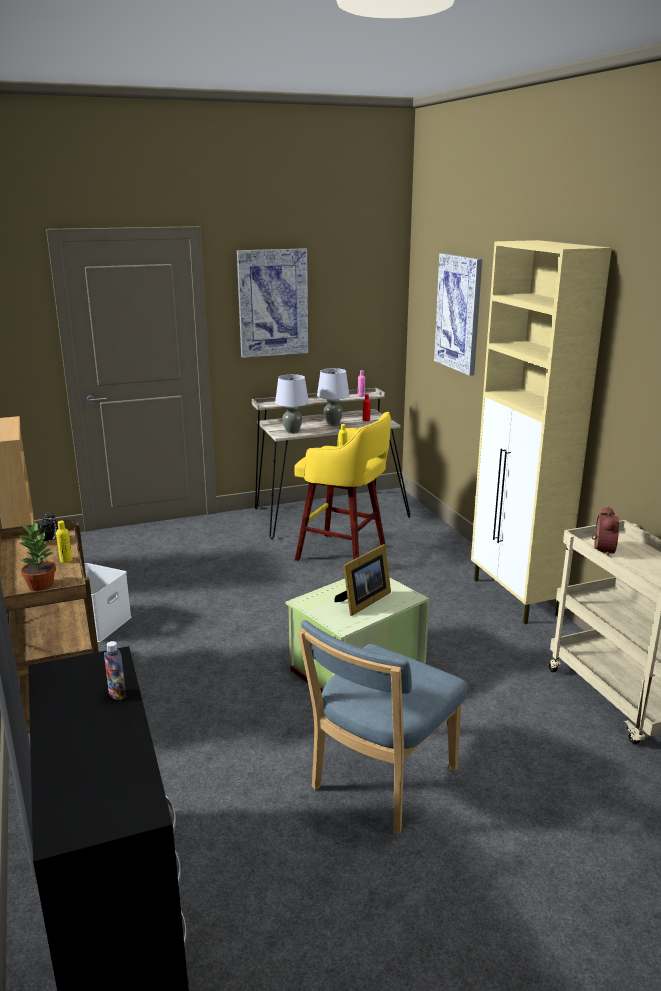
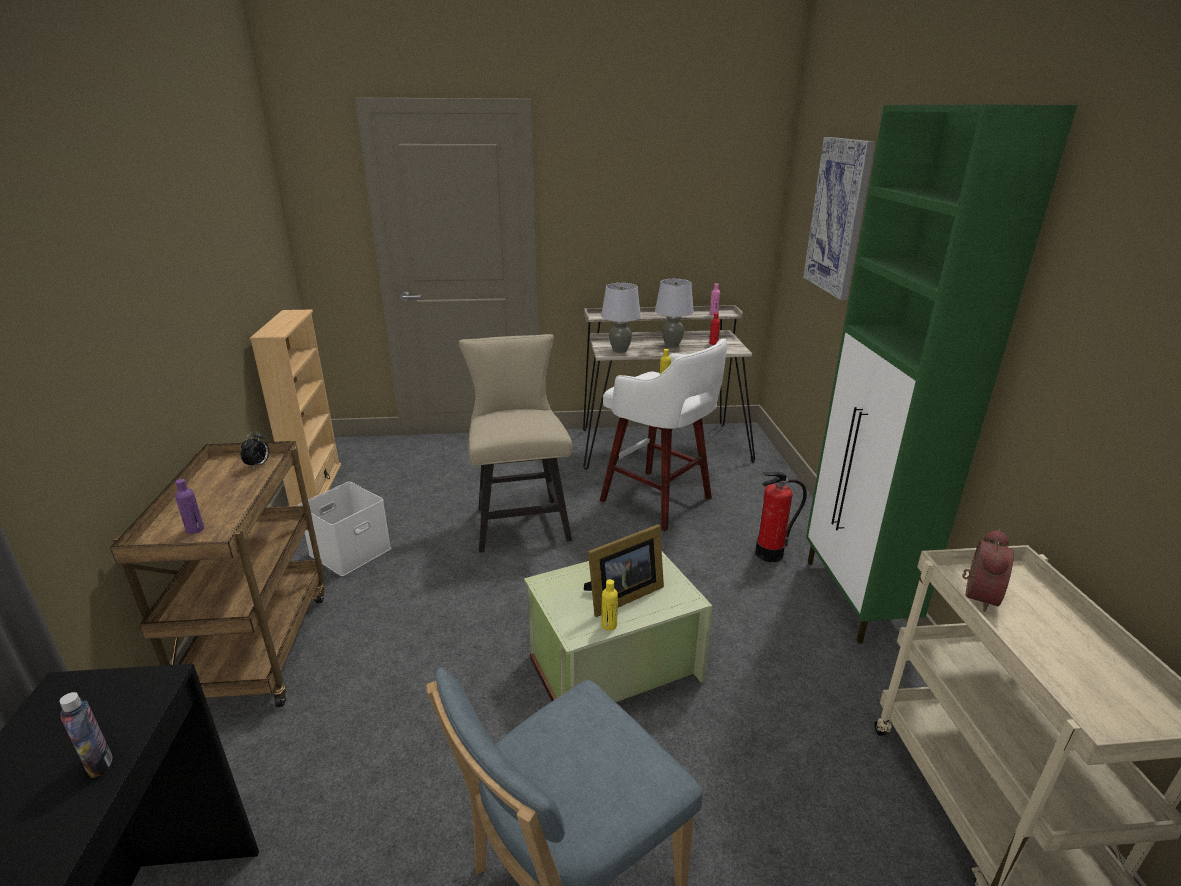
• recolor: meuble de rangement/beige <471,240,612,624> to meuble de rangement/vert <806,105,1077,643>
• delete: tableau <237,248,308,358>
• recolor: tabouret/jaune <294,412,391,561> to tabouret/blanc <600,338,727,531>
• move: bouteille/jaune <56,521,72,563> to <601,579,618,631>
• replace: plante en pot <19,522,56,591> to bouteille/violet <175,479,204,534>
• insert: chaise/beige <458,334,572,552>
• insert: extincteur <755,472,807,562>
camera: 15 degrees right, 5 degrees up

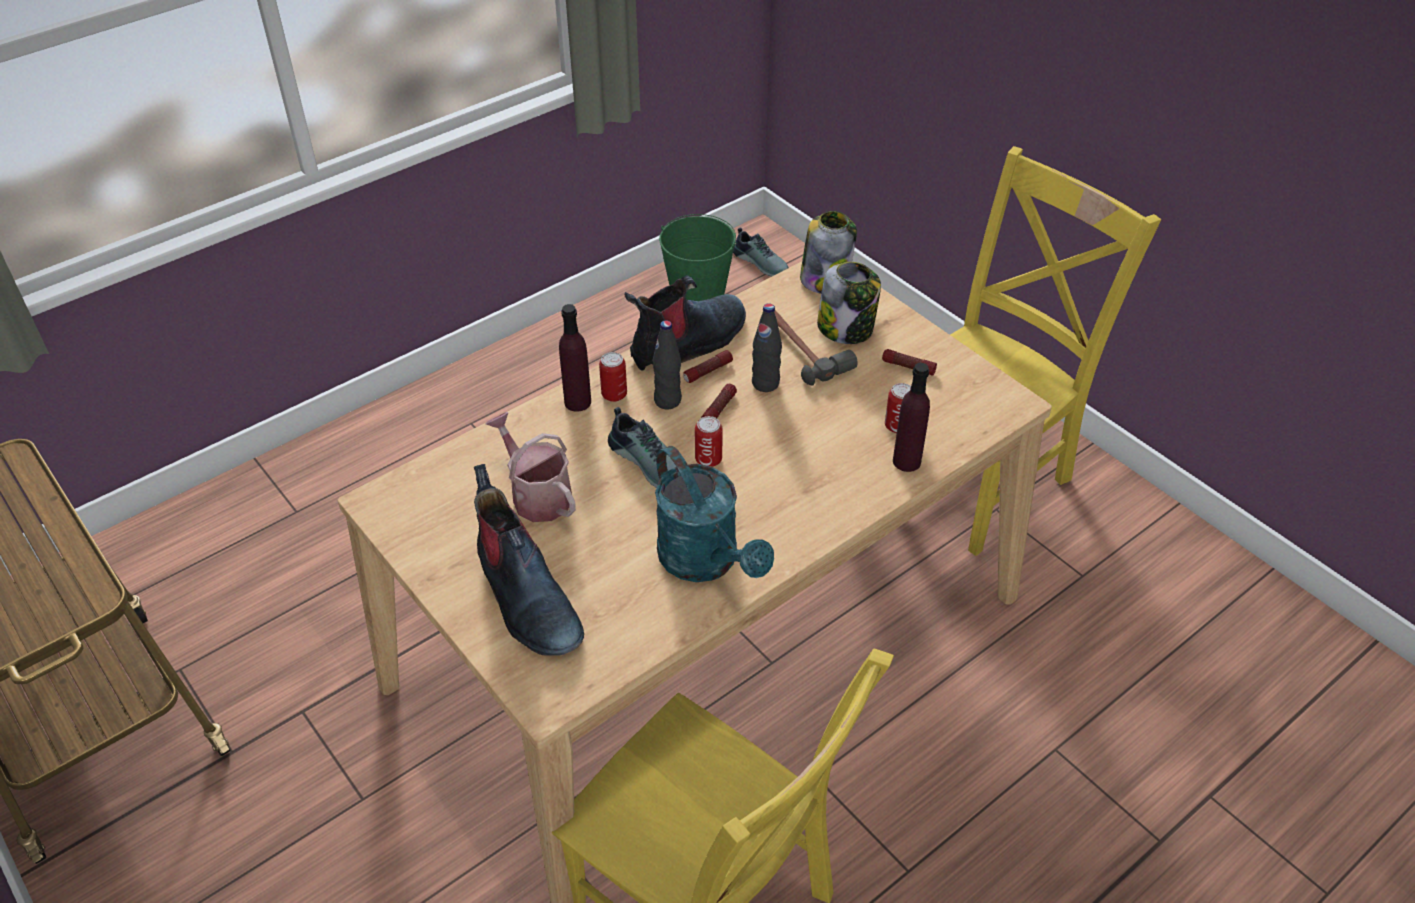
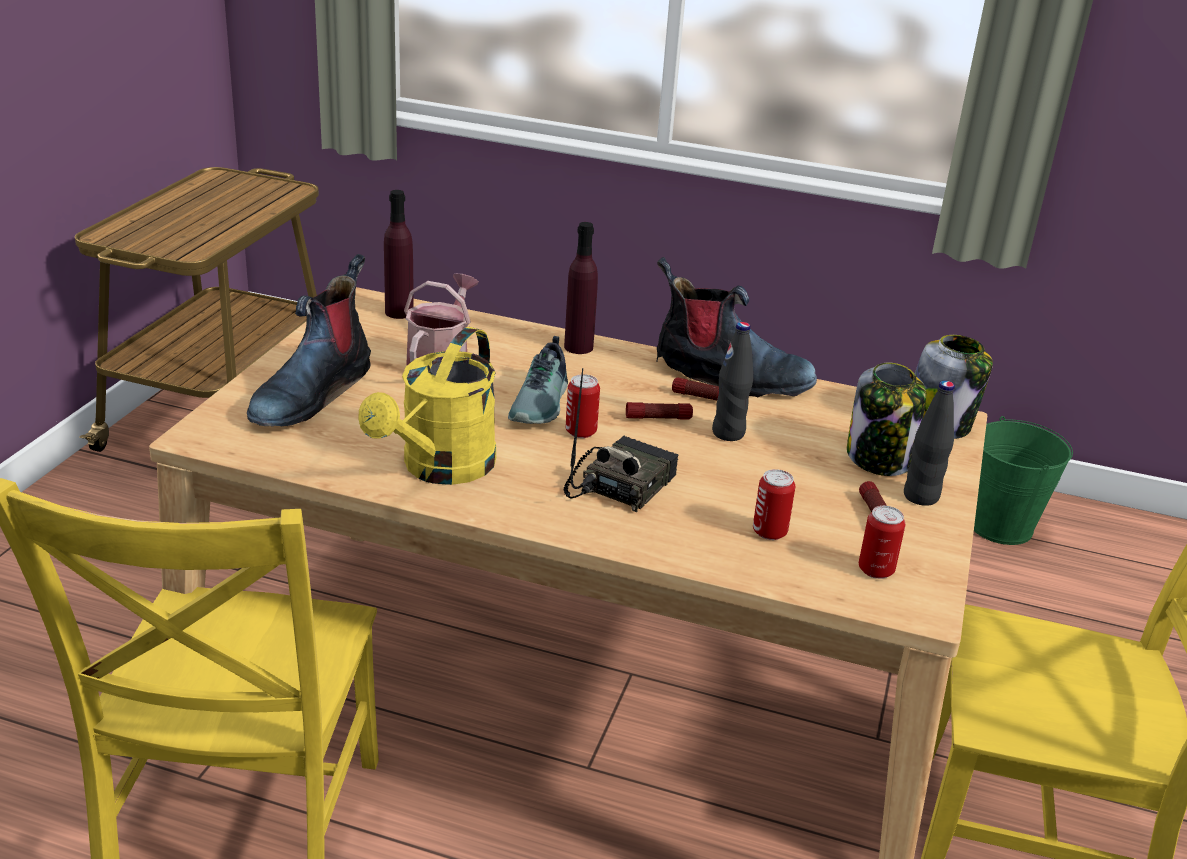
• delete: chaussure <733,227,789,277>
• delete: marteau <774,310,858,385>
• move: bouteille/noir <653,320,682,409> to <904,381,955,506>
• move: boîte métallique <599,352,627,402> to <859,506,906,579>
• move: bouteille/violet <893,363,930,472> to <384,190,414,319>
• recolor: arrosoir/turquoise <655,446,774,582> to arrosoir/jaune <358,327,496,485>
• insert: radio <563,368,678,512>
camera: 55 degrees right, 15 degrees down

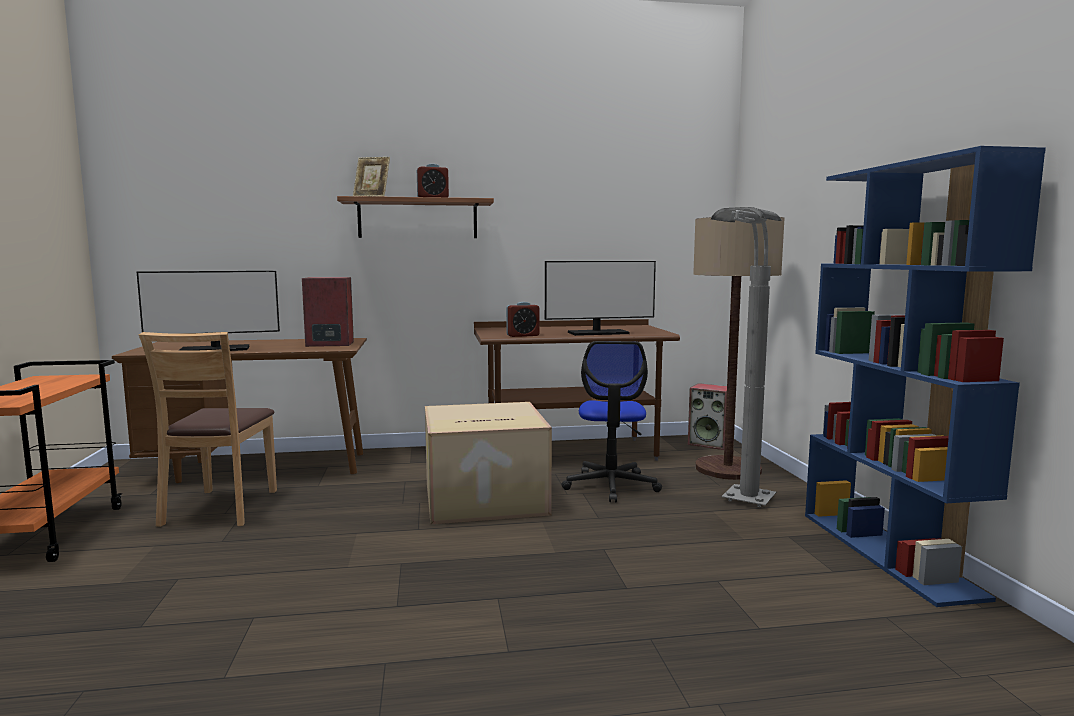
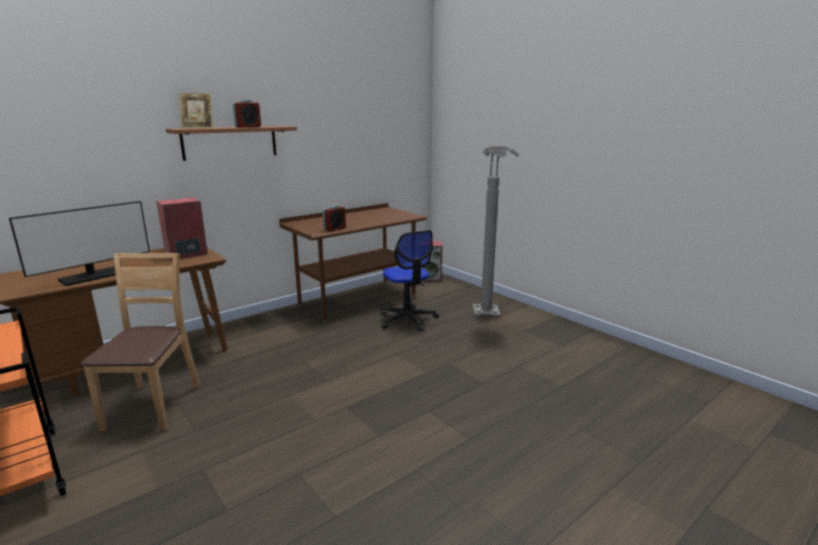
• delete: bibliothèque/bleu <805,146,1046,607>
• delete: lampadaire <693,217,784,480>
• delete: écran d'ordinateur <545,261,656,336>
• rotate: chaise/marron <139,332,277,527> = <80,253,201,431> 150 degrees counterclockwise
• delete: carton <425,402,552,524>
camera: 30 degrees left, 10 degrees up

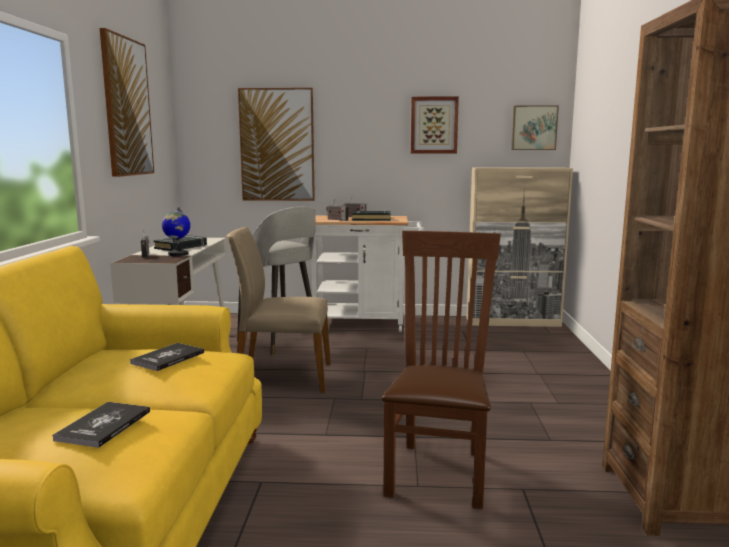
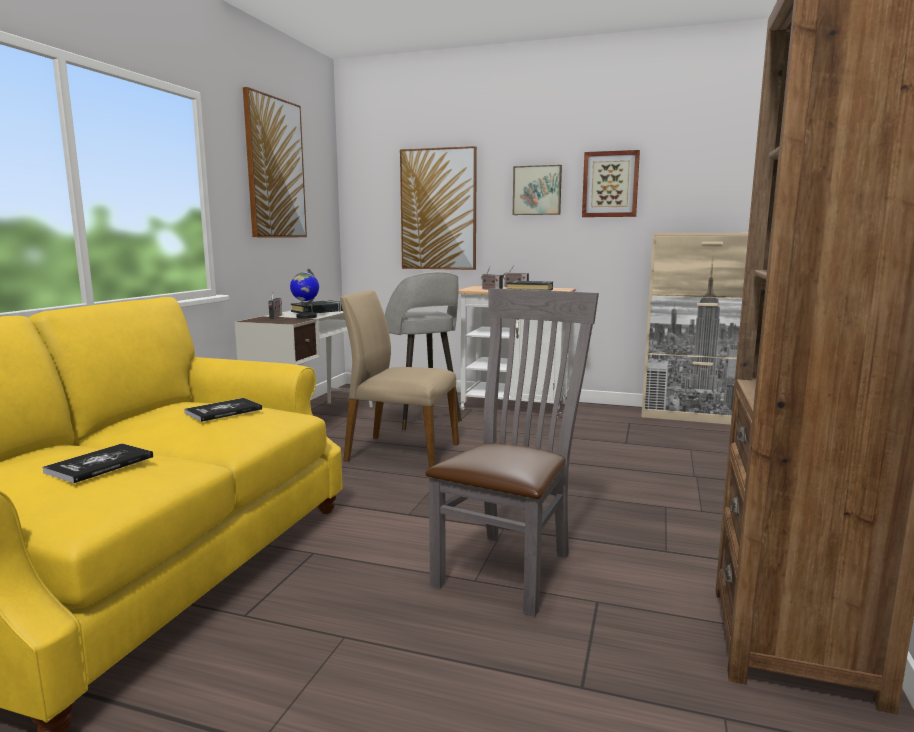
• move: tableau <511,105,559,150> to <513,165,562,215>
• recolor: chaise/marron <382,231,501,509> to chaise/gris <425,288,599,617>
camera: 15 degrees right, 0 degrees up

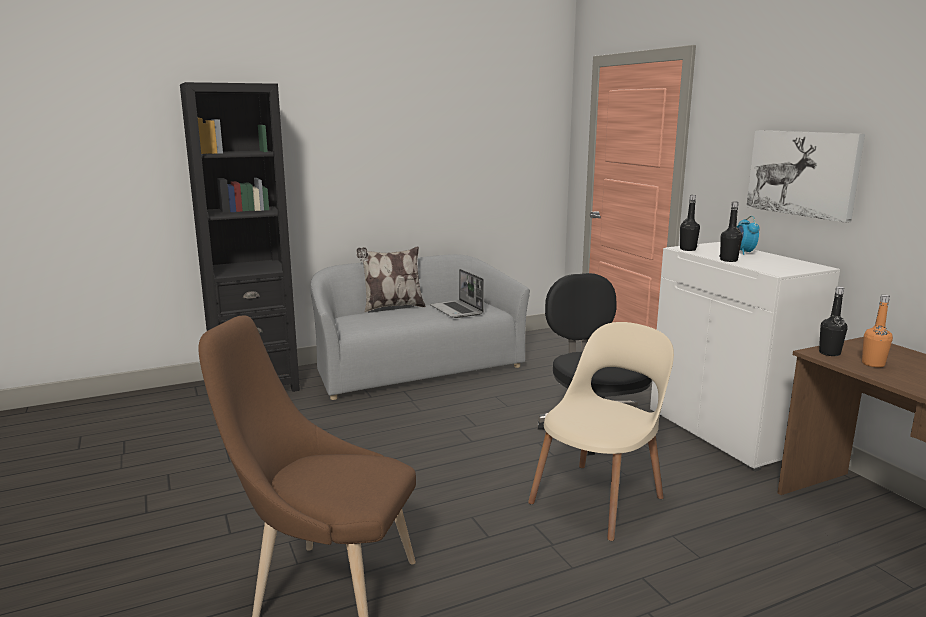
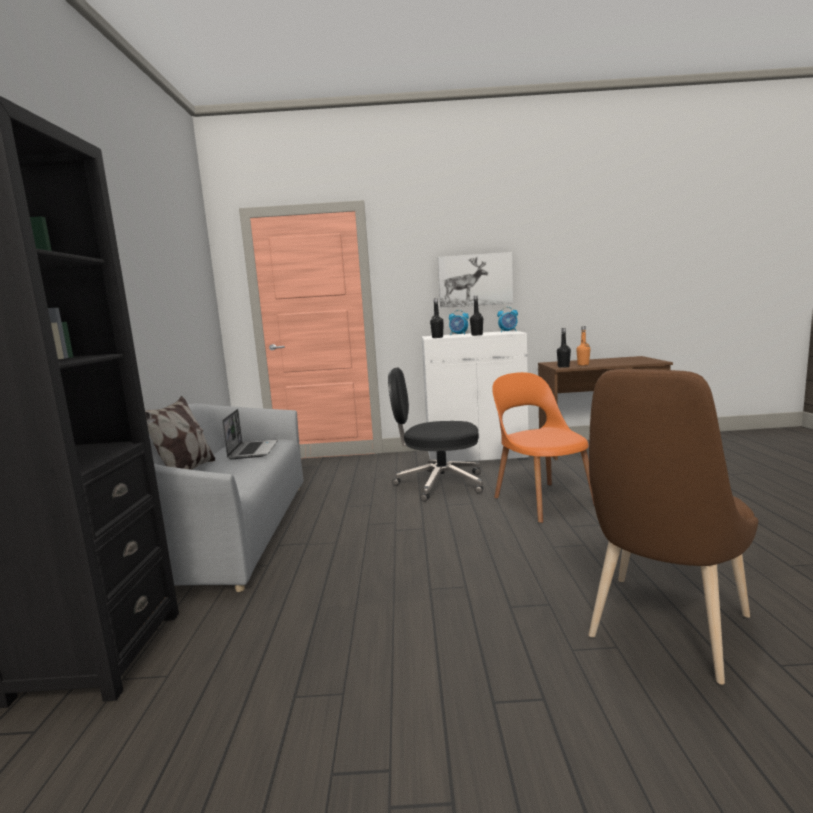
• rotate: ordinateur portable <430,269,484,318> = <222,409,278,459> 90 degrees counterclockwise
• recolor: chaise/beige <528,322,674,541> to chaise/orange <492,372,595,523>
• insert: réveil <497,307,518,332>
camera: 65 degrees left, 5 degrees down

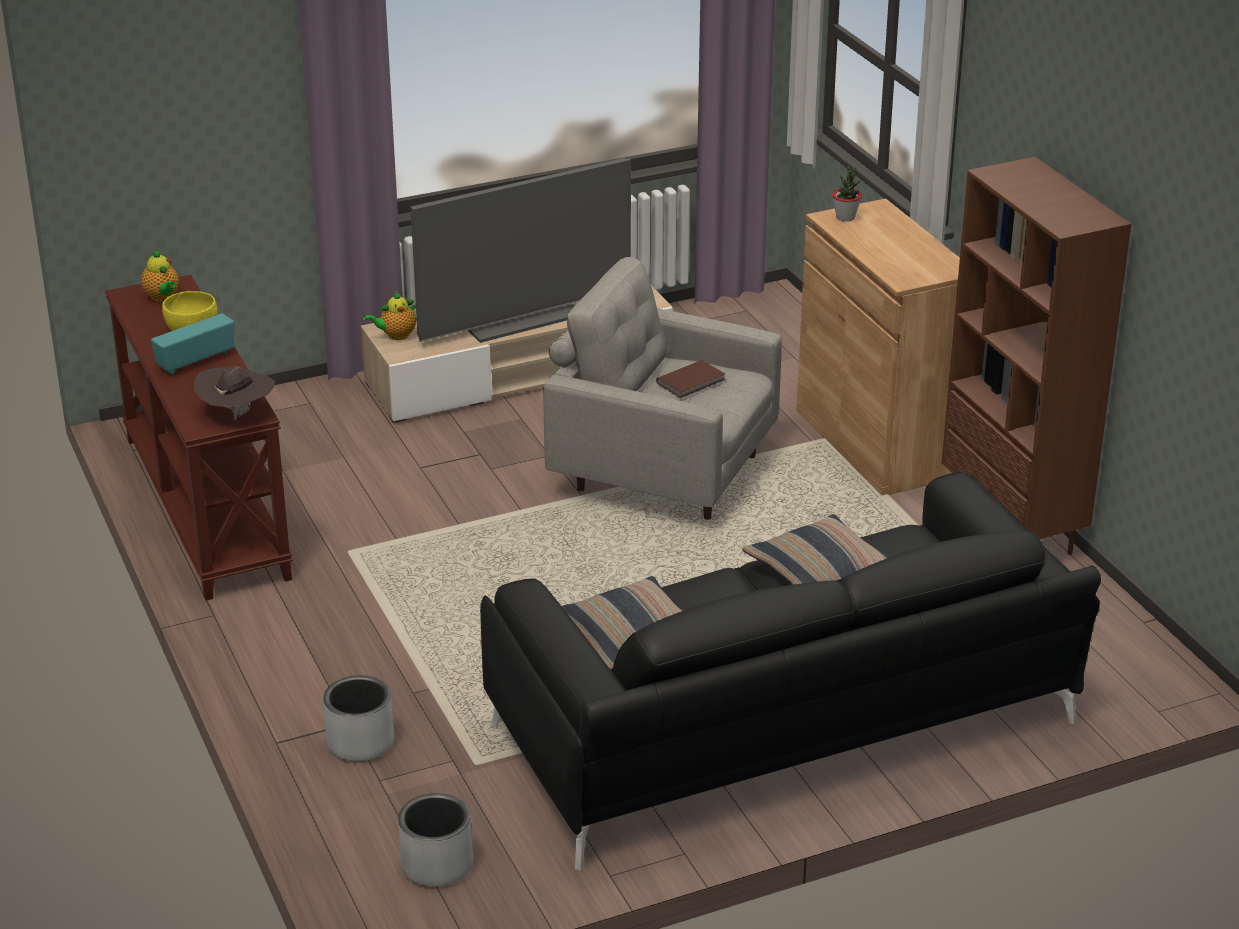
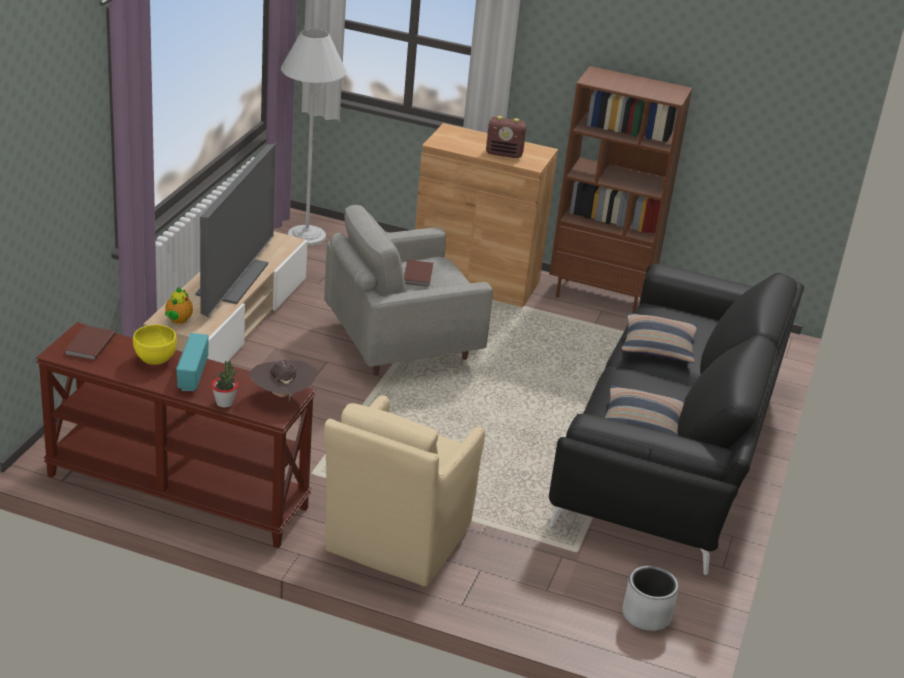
• move: plante en pot <832,166,862,222> to <211,360,238,408>
• replace: théière <141,250,179,302> to livre/marron <65,325,116,361>
• delete: cache-pot/gris <323,675,394,761>
• insert: lampadaire/blanc <281,28,346,246>
• insert: radio <486,116,527,158>
• insert: fauteuil/beige <324,396,485,587>
camera: 50 degrees left, 0 degrees up

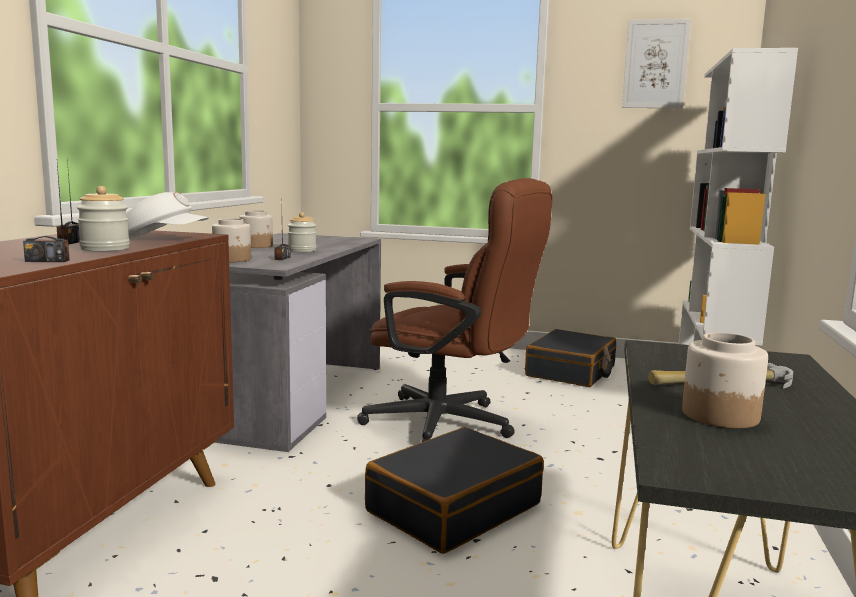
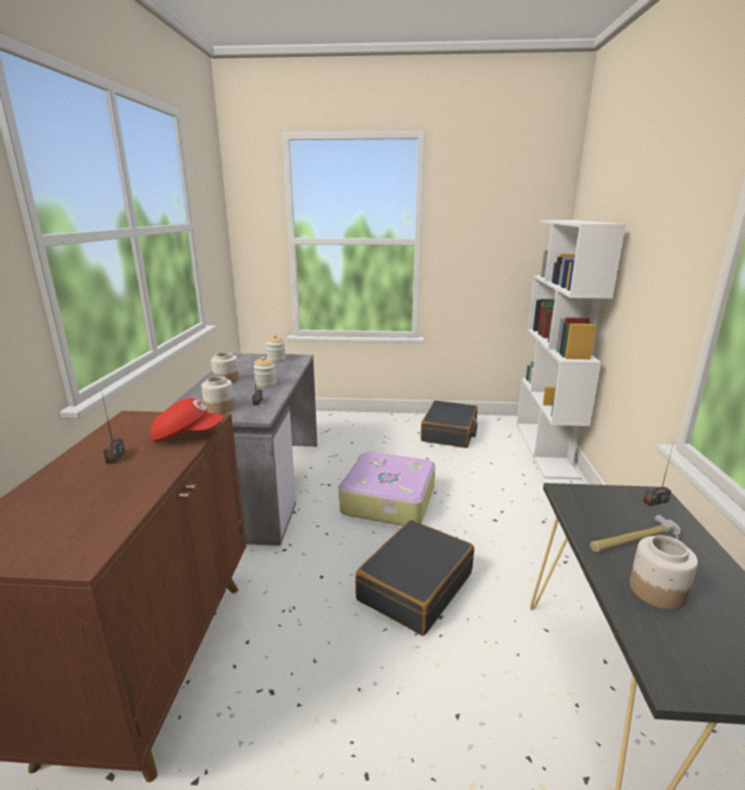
• delete: tableau <622,19,691,108>
• move: radio <23,164,70,262> to <643,449,672,506>
• replace: chaise de bureau/marron <357,178,552,442> to valise <338,452,435,526>
• move: bocal <77,186,130,251> to <266,335,286,362>
• recolor: casquette/blanc <126,192,208,238> to casquette/rouge <151,398,223,441>
camera: 10 degrees left, 10 degrees up

